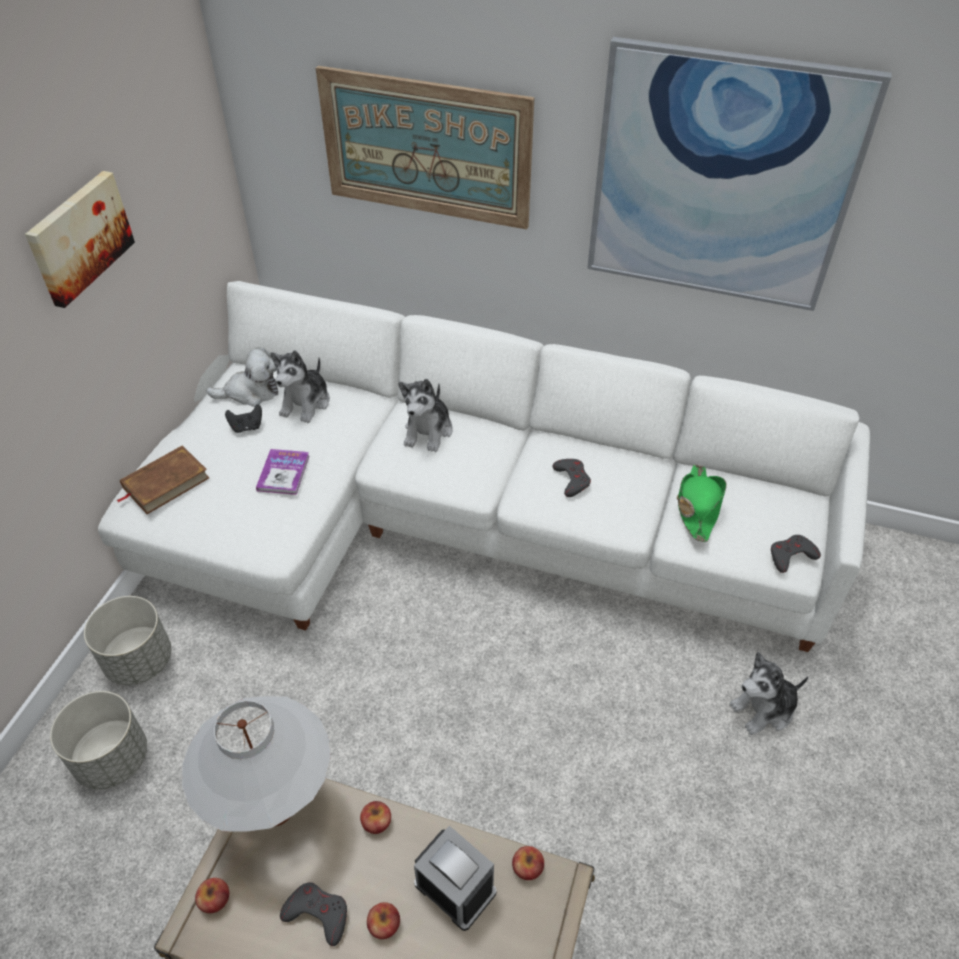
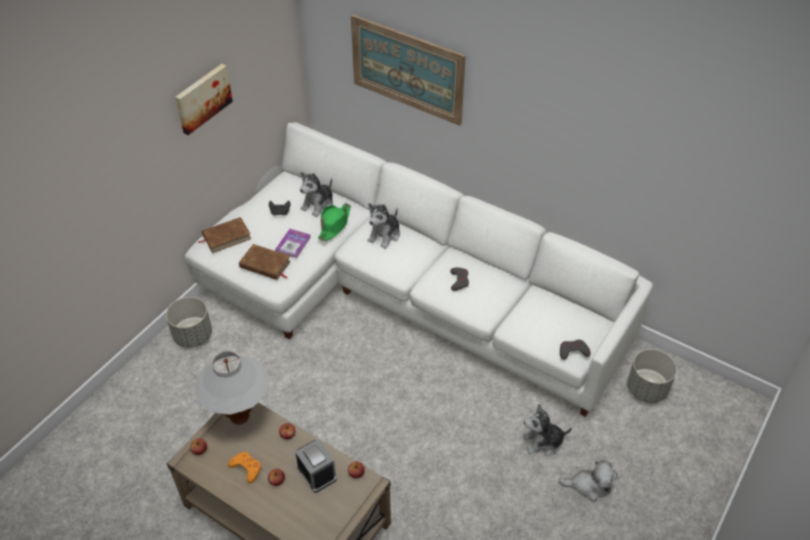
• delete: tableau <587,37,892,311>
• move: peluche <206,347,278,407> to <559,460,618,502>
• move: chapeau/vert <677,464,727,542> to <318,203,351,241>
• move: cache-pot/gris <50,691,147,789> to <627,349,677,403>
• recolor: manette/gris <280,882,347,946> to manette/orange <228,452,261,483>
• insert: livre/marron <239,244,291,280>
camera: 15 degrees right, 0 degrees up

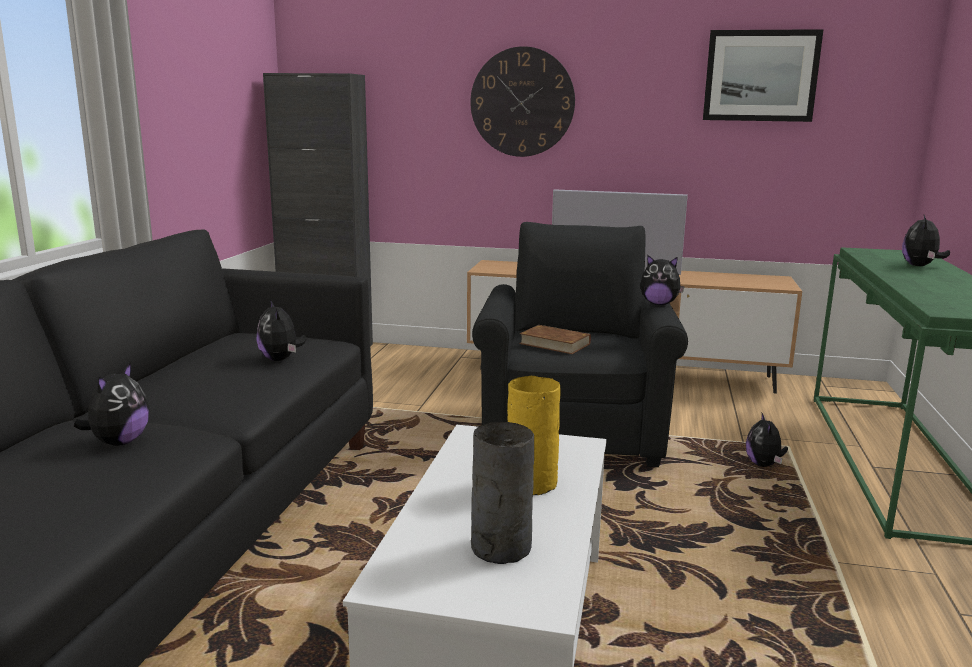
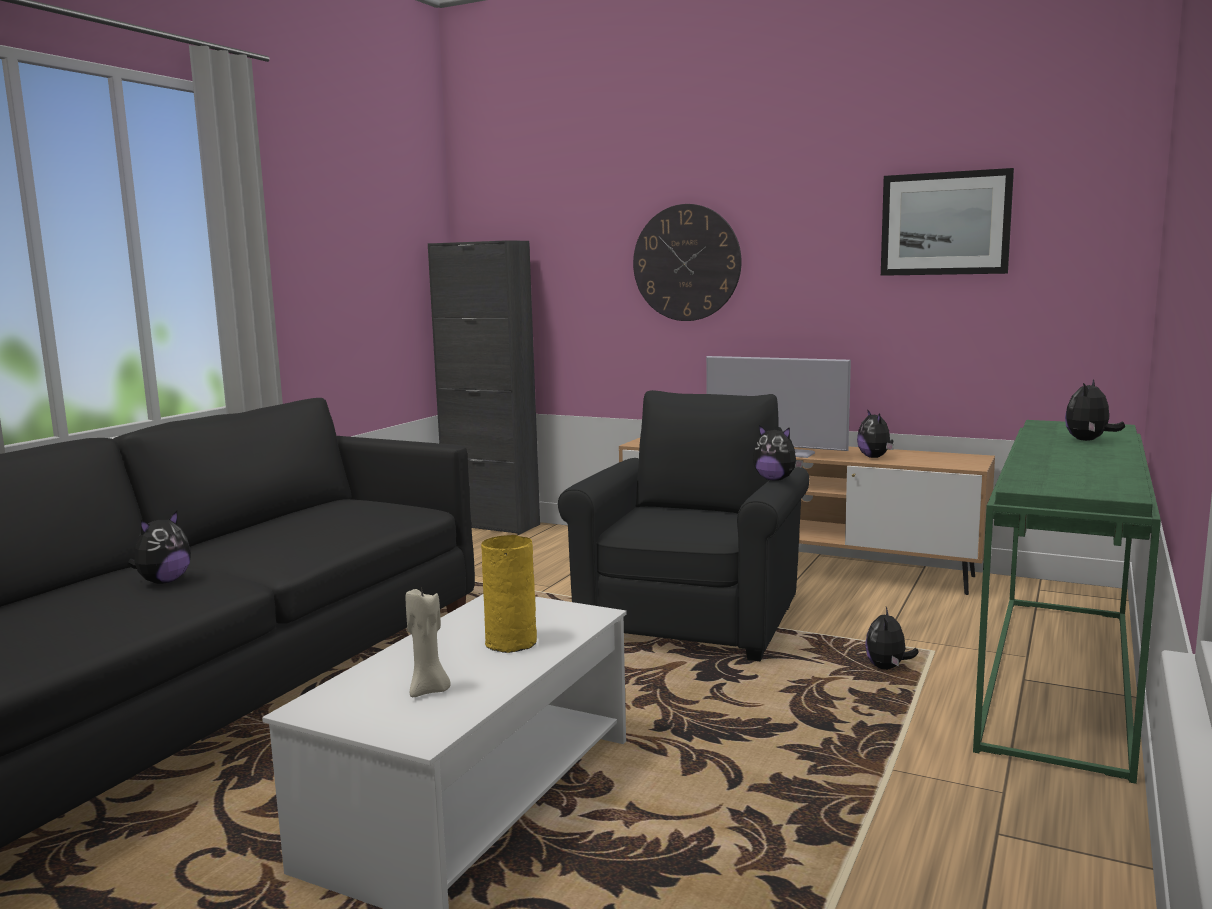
• move: peluche <256,300,306,361> to <857,409,894,458>
• delete: livre/marron <519,325,591,354>
• replace: vase/gris <471,422,534,564> to bougie/beige <406,589,451,697>
camera: 15 degrees right, 5 degrees down

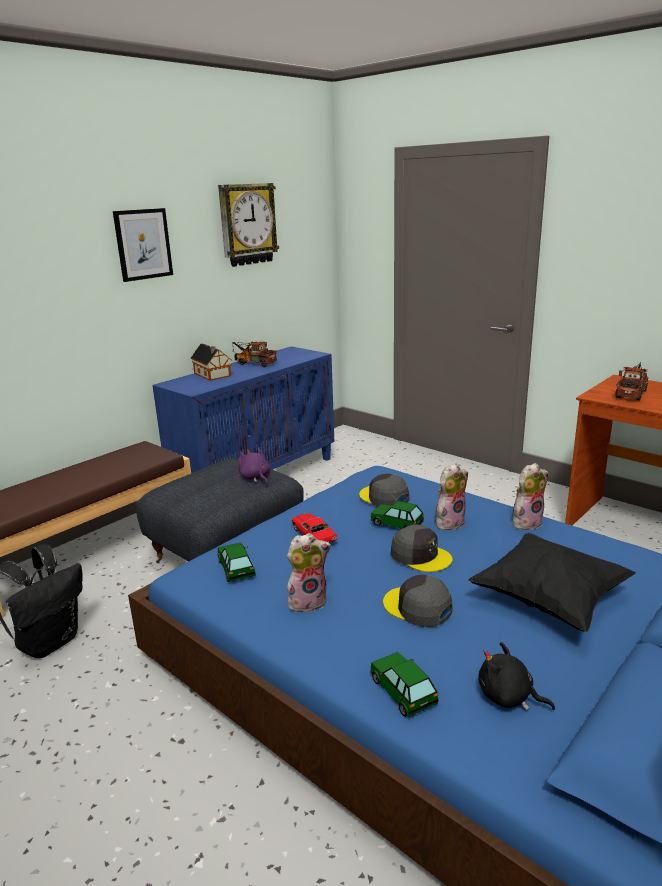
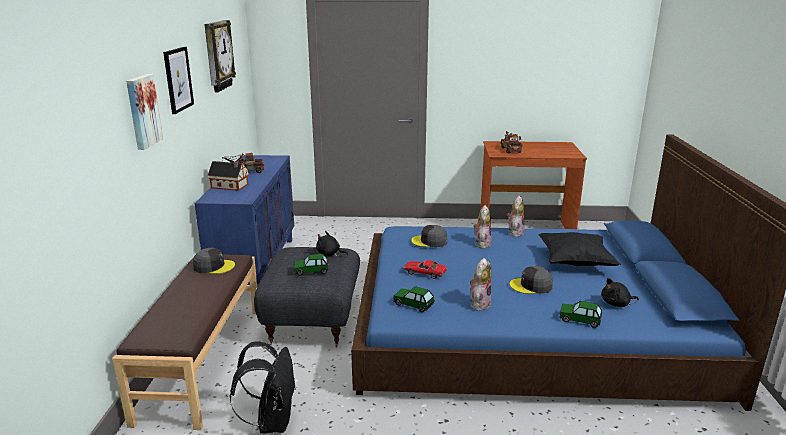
• recolor: peluche/violet <239,447,270,484> to peluche/noir <316,231,348,257>
• move: petite voiture <370,501,424,529> to <294,254,328,276>
• move: casquette/gris <391,525,452,572> to <193,248,235,274>
• insert: tableau <126,74,163,150>
camera: 40 degrees left, 0 degrees up

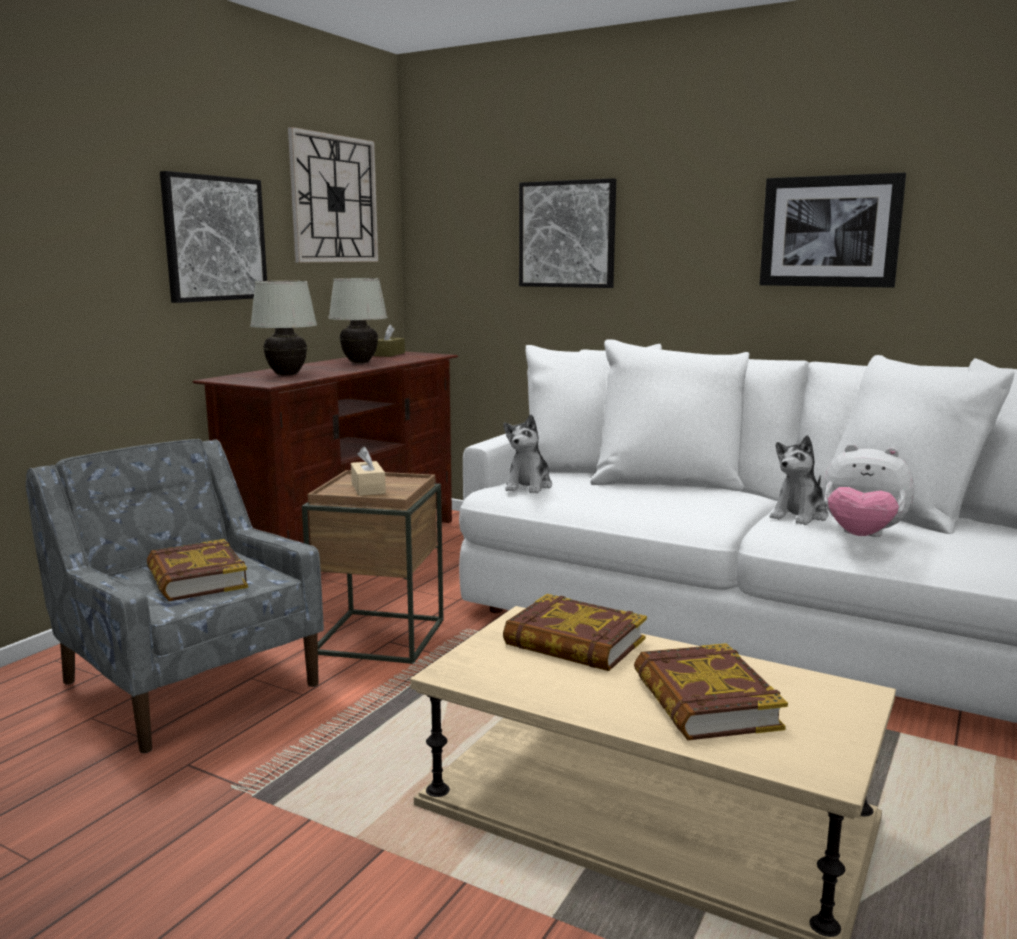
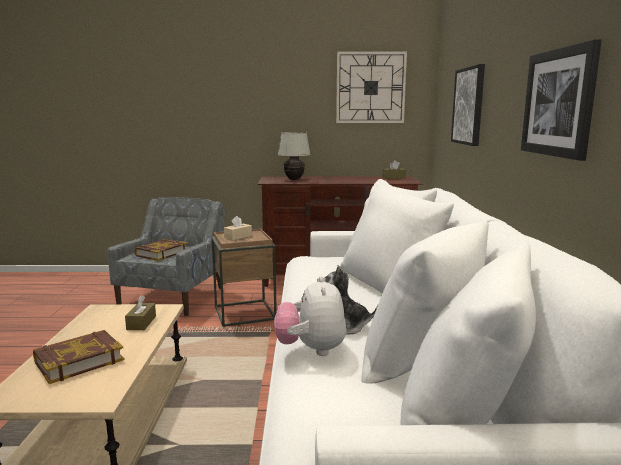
• delete: tableau <160,171,267,303>
• delete: lampe de table/blanc <329,278,388,363>
• delete: peluche <503,414,552,493>
• replace: livre <503,594,647,671> to boîte à mouchoirs/marron <125,296,156,330>
camera: 60 degrees right, 0 degrees up

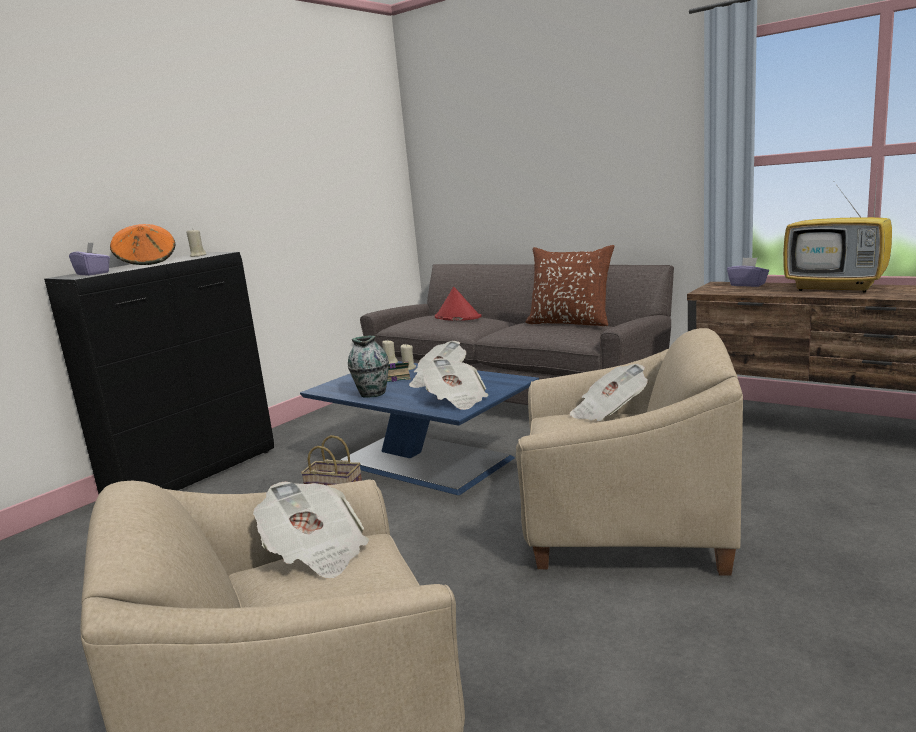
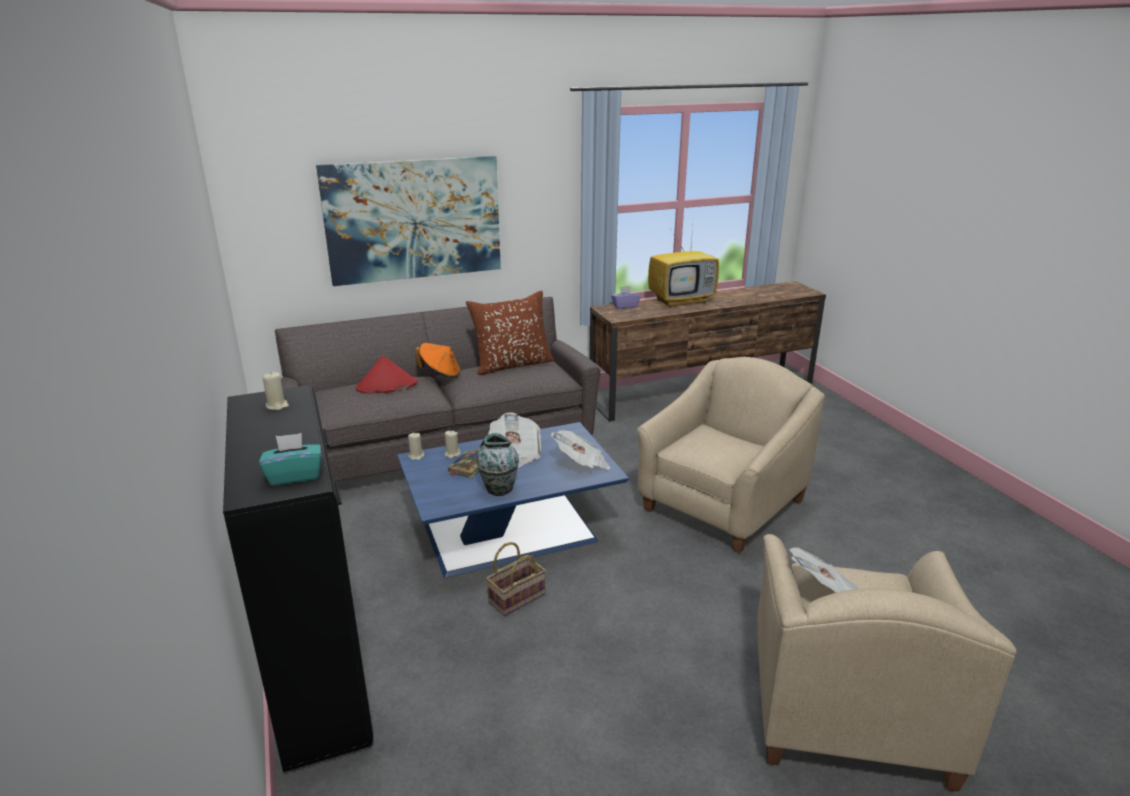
• move: chapeau/orange <110,224,175,265> to <415,343,460,378>
• recolor: boîte à mouchoirs/violet <69,243,110,276> to boîte à mouchoirs/turquoise <259,433,321,486>
• delete: journal <570,364,648,421>
• insert: tableau <316,156,501,286>
camera: 60 degrees left, 10 degrees up

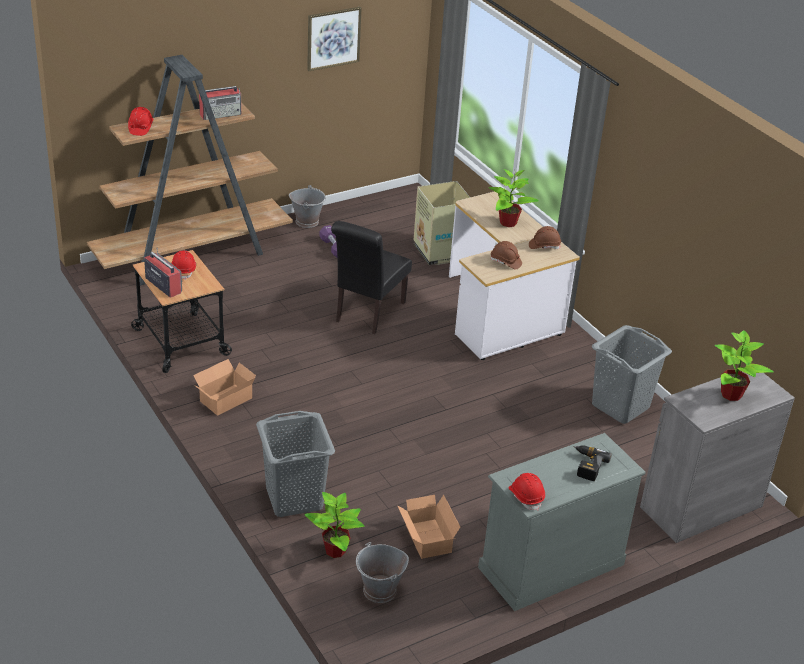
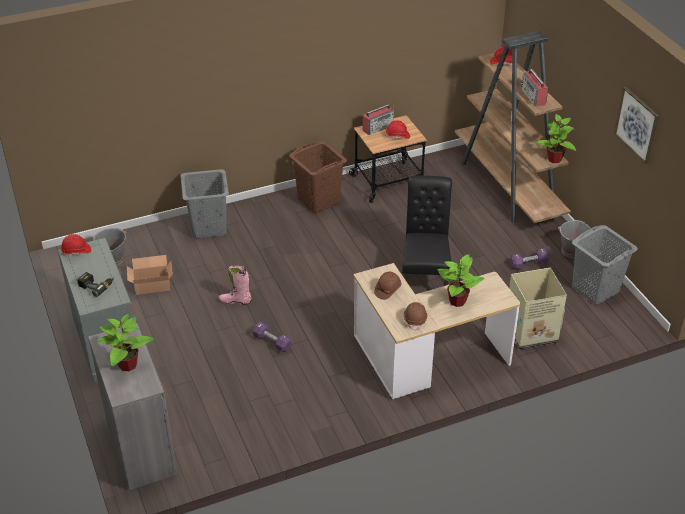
• rotate: chaise/noir <331,221,412,334> = <402,176,452,286> 60 degrees clockwise
• move: panier à linge/gris <592,325,672,424> to <572,225,638,304>
• replace: carton <193,359,256,416> to panier à linge/marron <289,141,347,213>
• move: plante en pot <305,492,365,558> to <535,114,576,163>
• insert: botte/rose <219,265,252,305>
• insert: haltère/violet <253,322,292,352>
camera: 100 degrees right, 5 degrees up

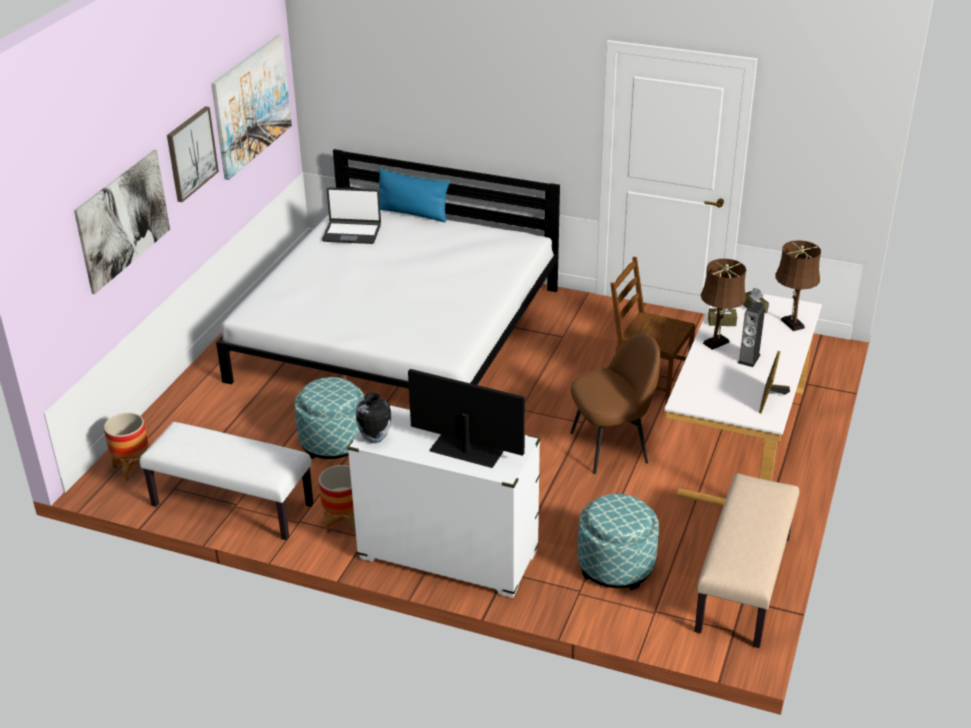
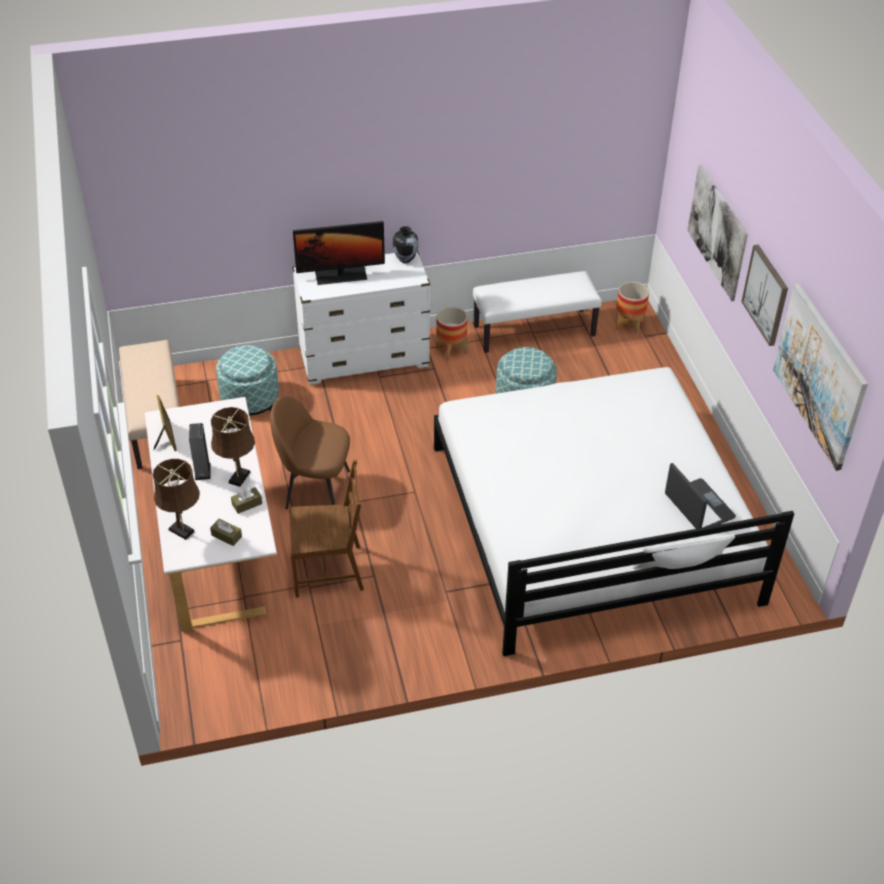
• recolor: coussin/bleu <379,168,450,222> to coussin/blanc <633,534,735,569>
• rotate: ordinateur portable <322,187,381,244> = <665,463,736,529> 90 degrees clockwise
• rotate: chaise/marron <570,332,660,474> = <270,395,350,510> 60 degrees clockwise
camera: 145 degrees right, 10 degrees up

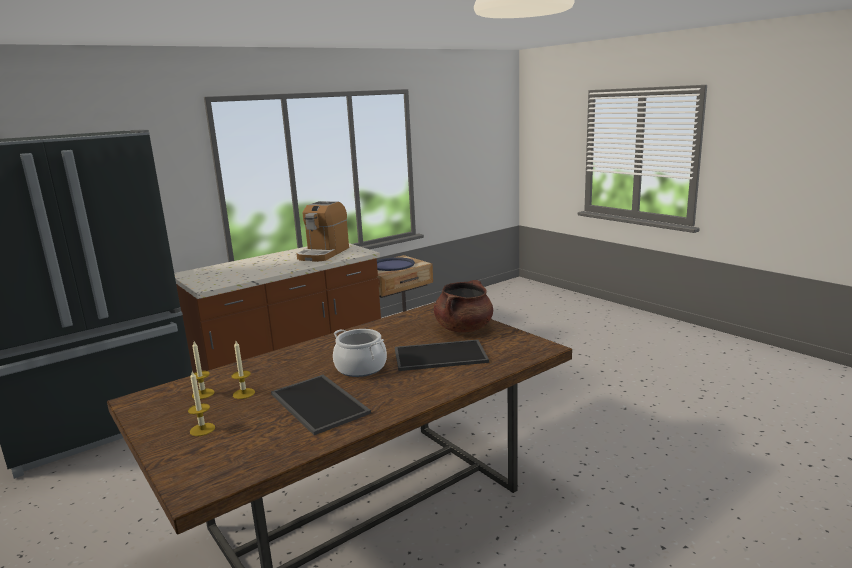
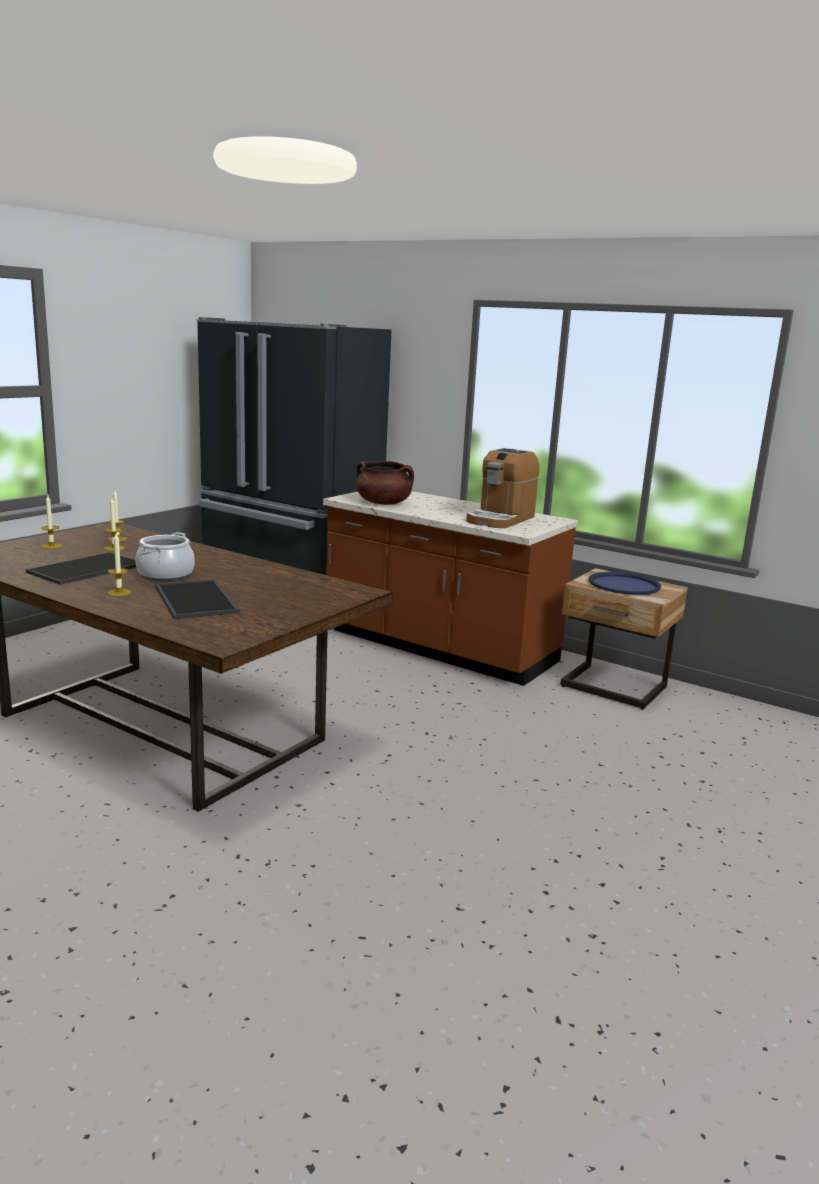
• rotate: machine à café <297,201,349,262> = <466,448,540,528> 60 degrees counterclockwise
• move: marmite/marron <434,280,493,333> to <356,461,414,505>
• insert: bougie <107,533,131,596>
camera: 70 degrees right, 0 degrees up

